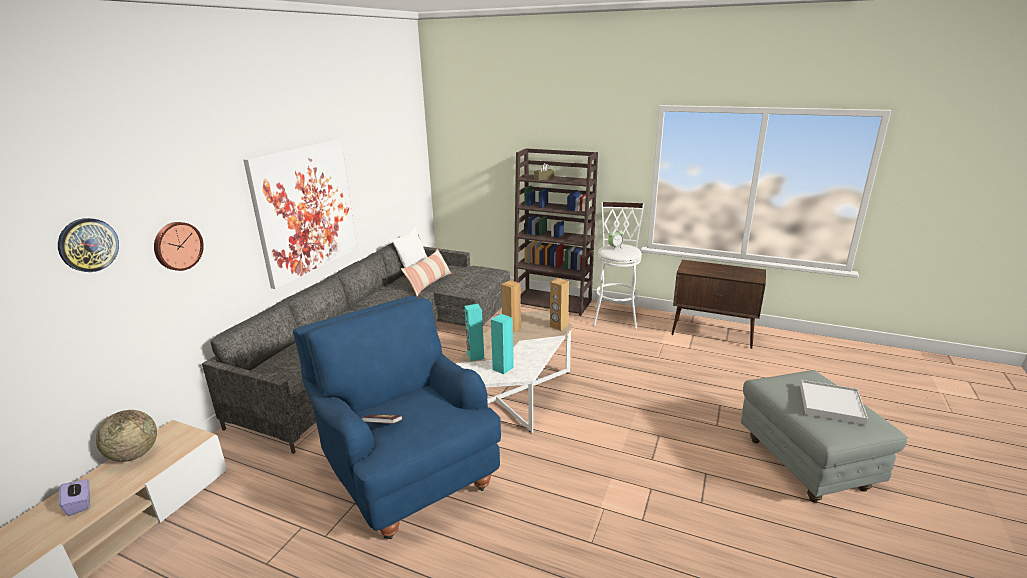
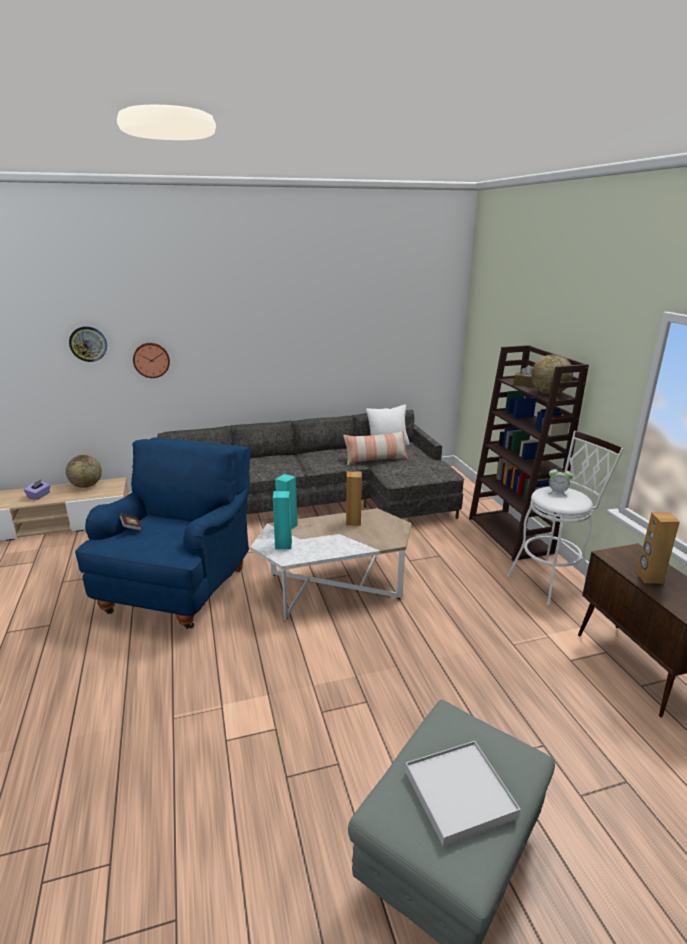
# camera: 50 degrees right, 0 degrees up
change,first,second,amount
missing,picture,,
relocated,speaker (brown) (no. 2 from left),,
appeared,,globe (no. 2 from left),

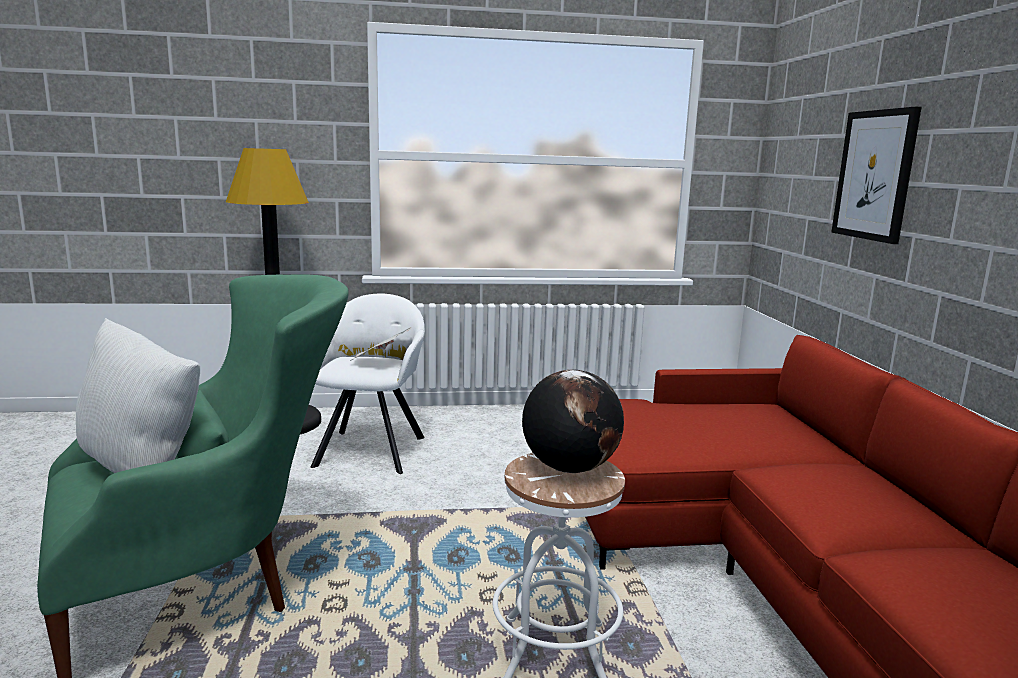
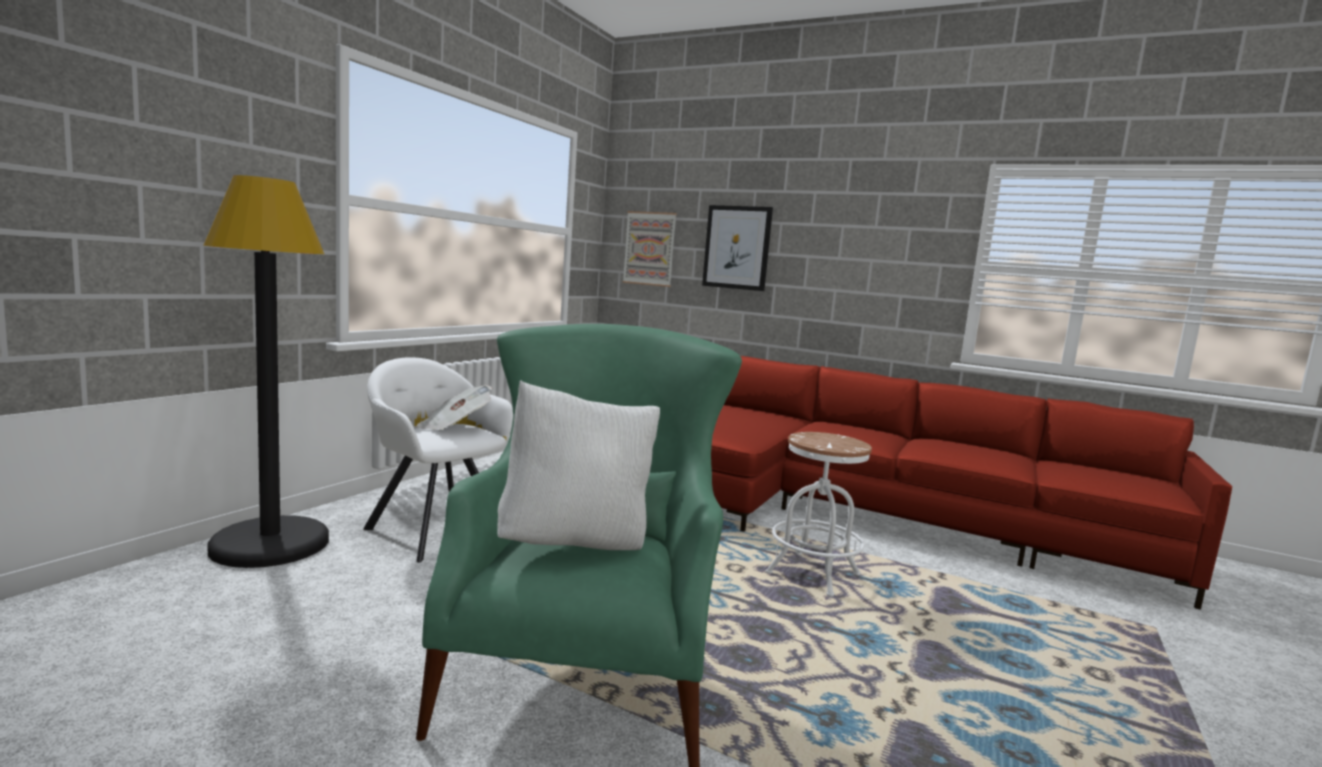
# camera: 55 degrees left, 5 degrees down
change,first,second,amount
missing,globe,,
appeared,,picture (no. 1 from left),

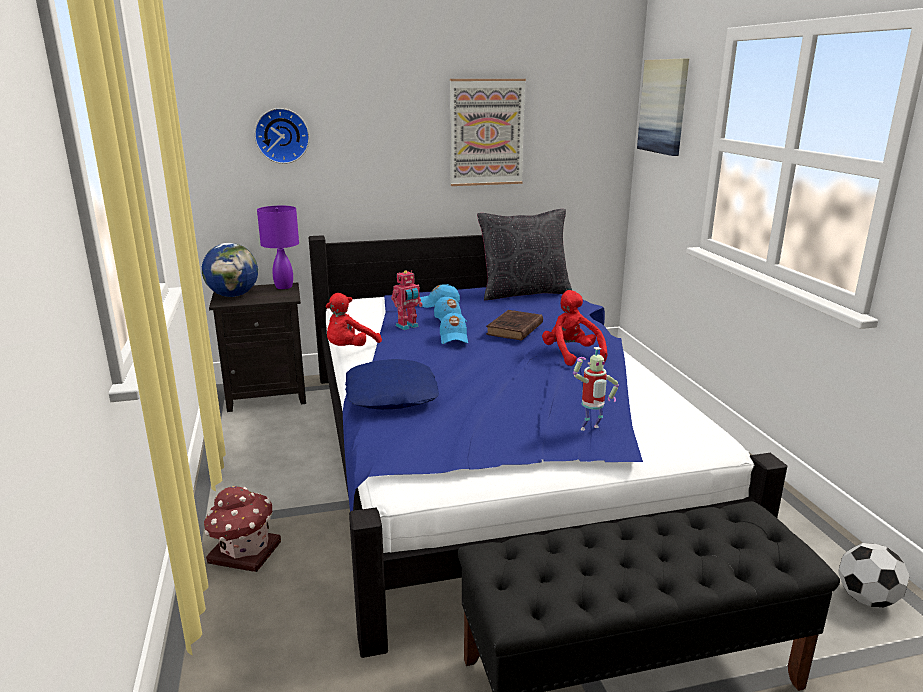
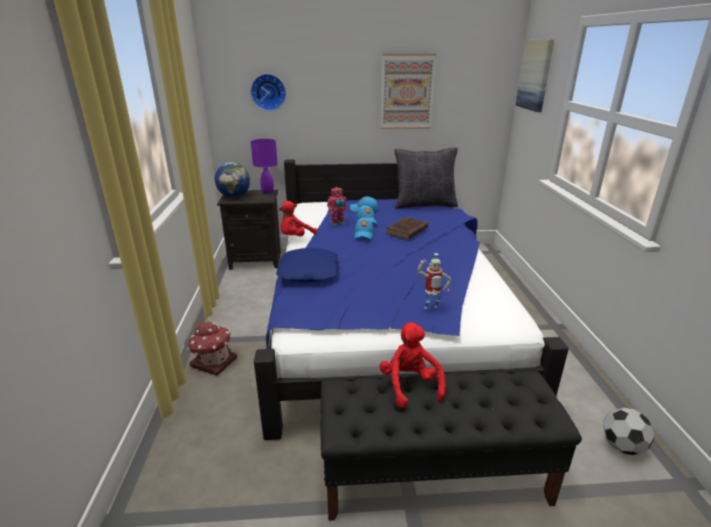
# camera: 10 degrees right, 5 degrees up
change,first,second,amount
relocated,plush toy (red) (no. 2 from left),,

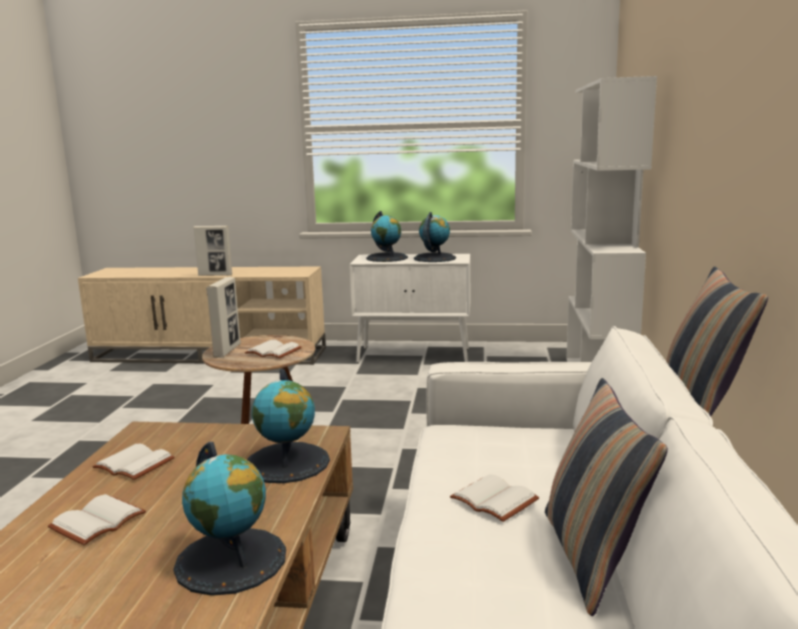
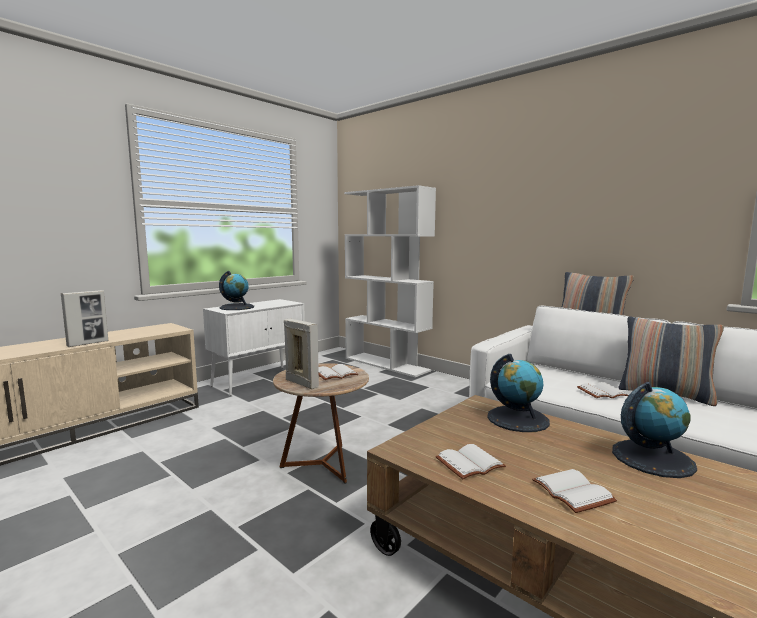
# camera: 55 degrees left, 5 degrees down
change,first,second,amount
missing,globe (no. 4 from left),,

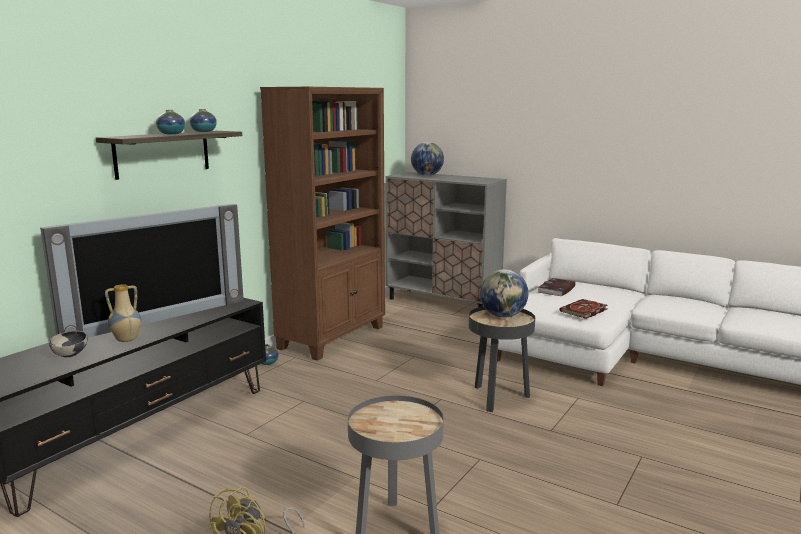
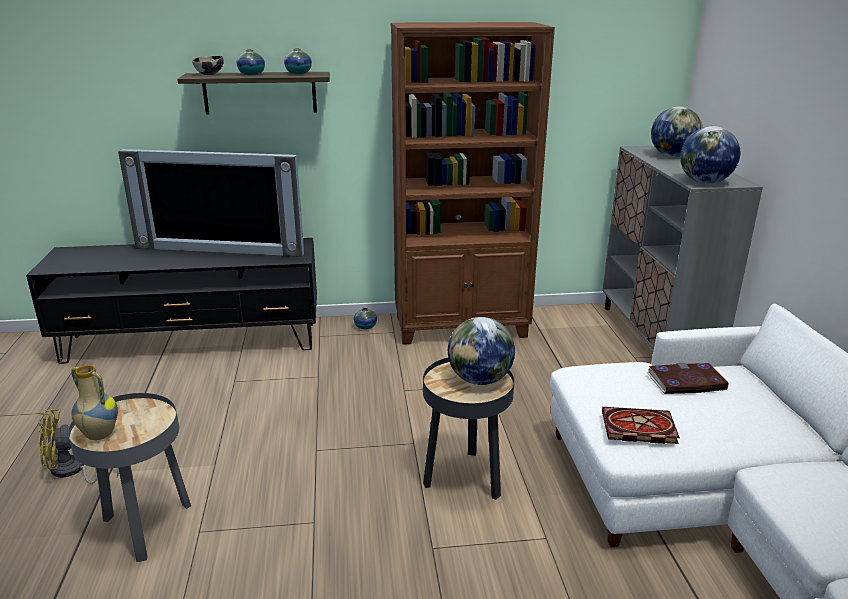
# camera: 50 degrees right, 10 degrees up
change,first,second,amount
relocated,vase (no. 1 from left),,
relocated,bowl,,
appeared,,globe (no. 3 from left),

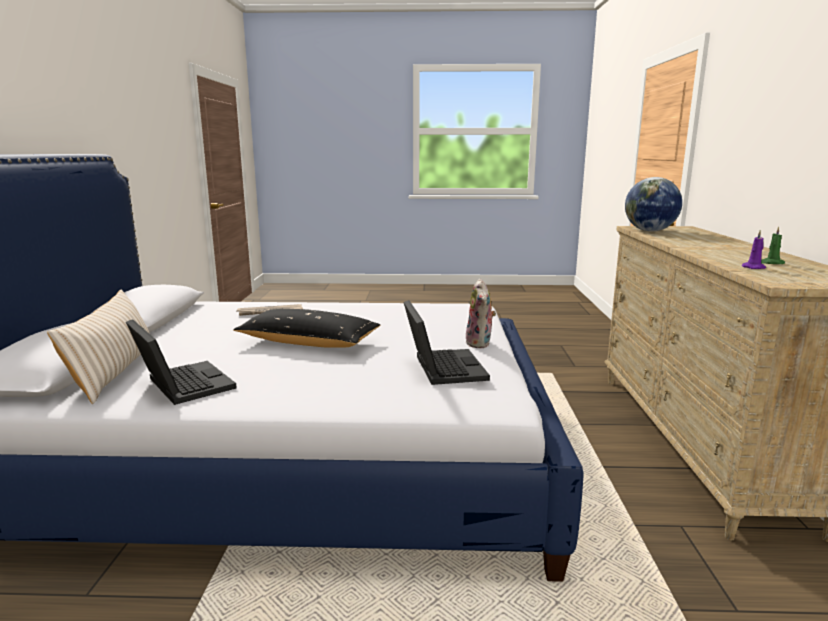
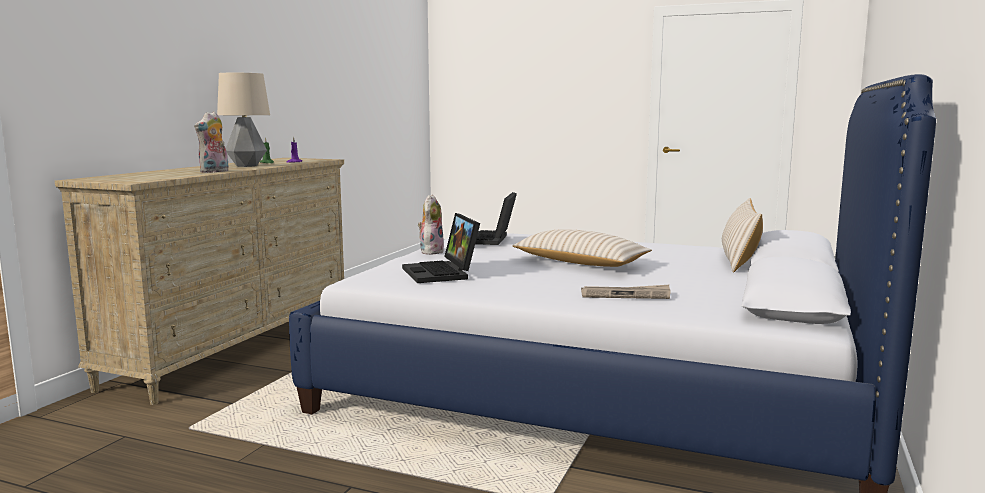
# camera: 160 degrees left, 5 degrees down
change,first,second,amount
missing,globe,,
colour,pillow (black),pillow (beige) (no. 1 from left),
relocated,laptop (no. 1 from left),,
appeared,,table lamp,
appeared,,plush toy (no. 1 from left),

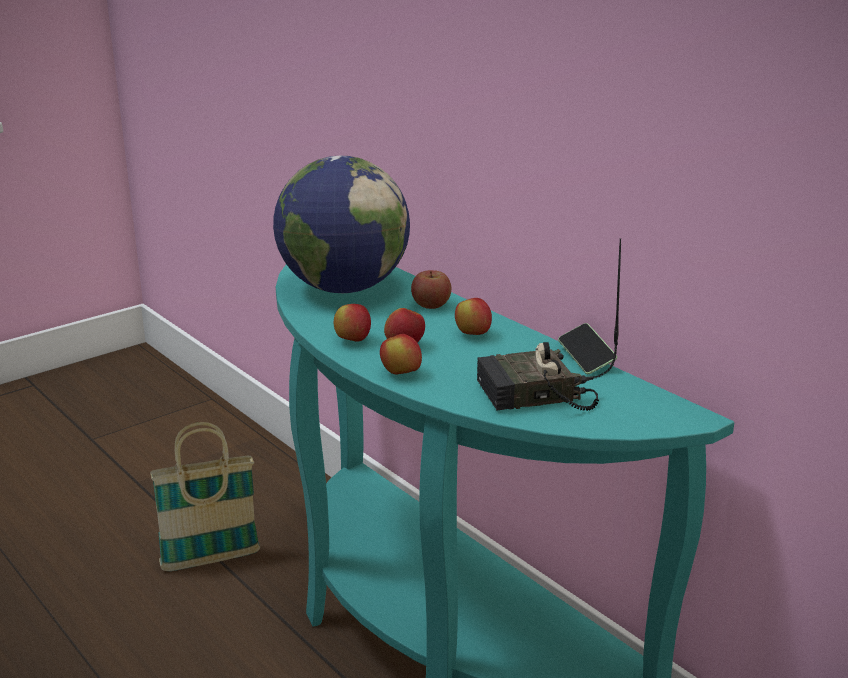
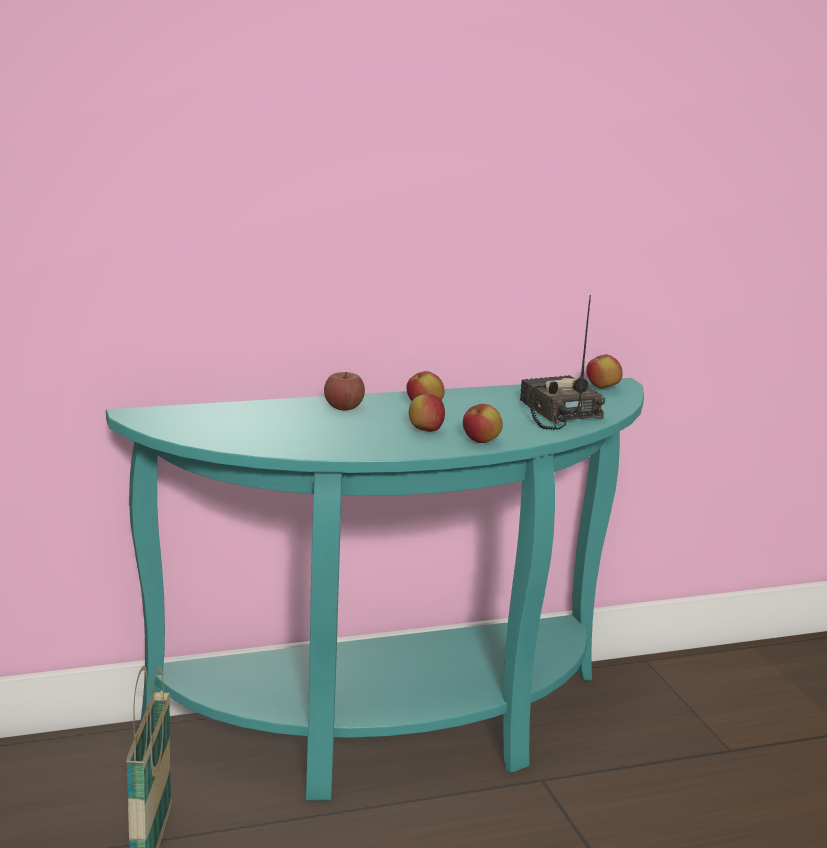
# camera: 70 degrees left, 5 degrees down
change,first,second,amount
missing,globe,,
spun,radio,,150 degrees clockwise
relocated,apple (no. 1 from left in the first image),apple (no. 5 from left),
missing,phone,,

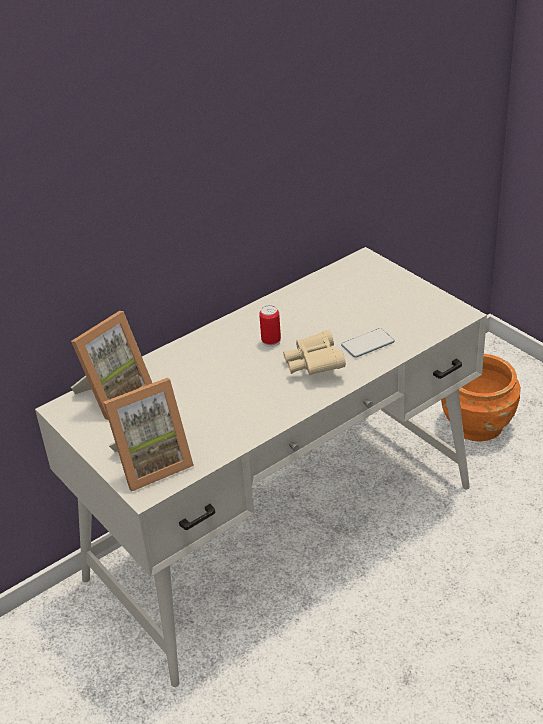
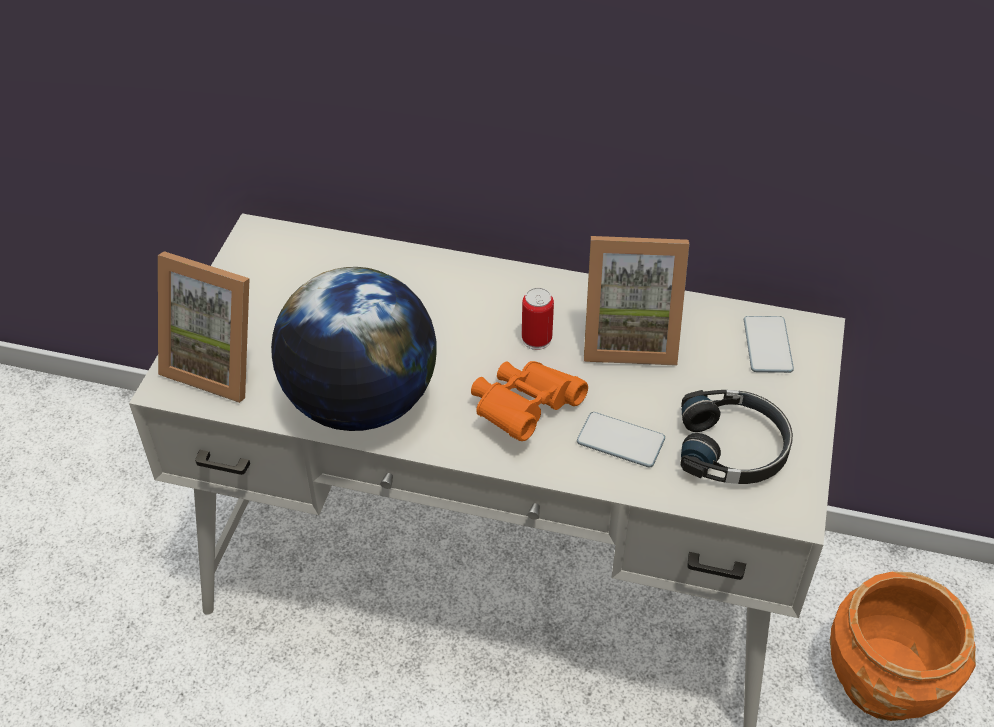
# camera: 50 degrees right, 10 degrees up
change,first,second,amount
relocated,picture frame (no. 1 from left in the first image),picture frame (no. 2 from left),
colour,binoculars (beige),binoculars (orange),
appeared,,globe,
appeared,,phone (no. 2 from left),
appeared,,headphones (black),

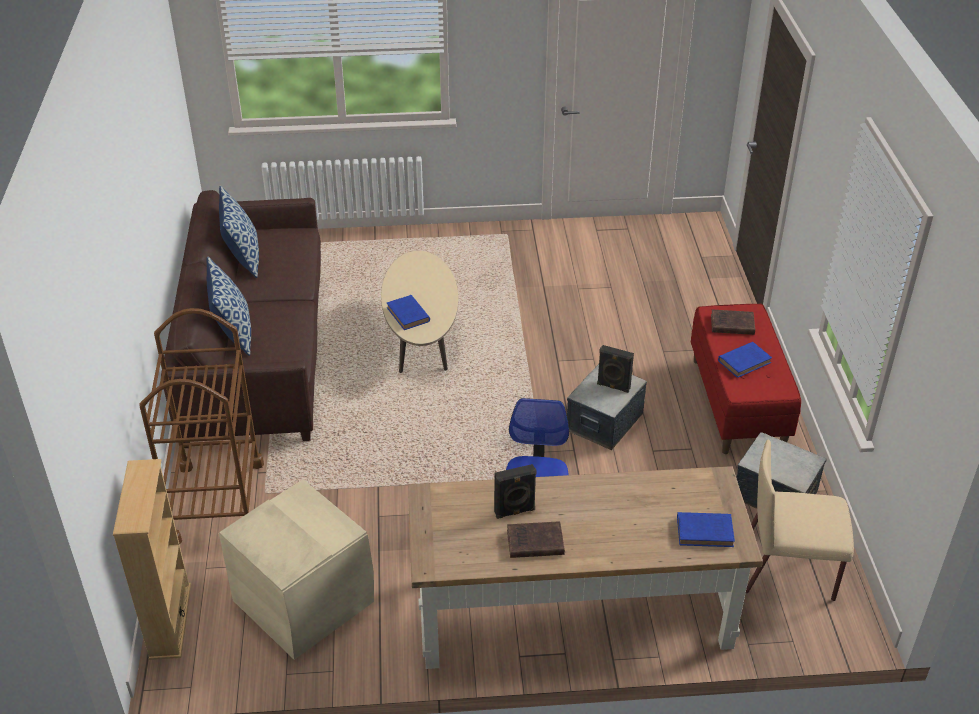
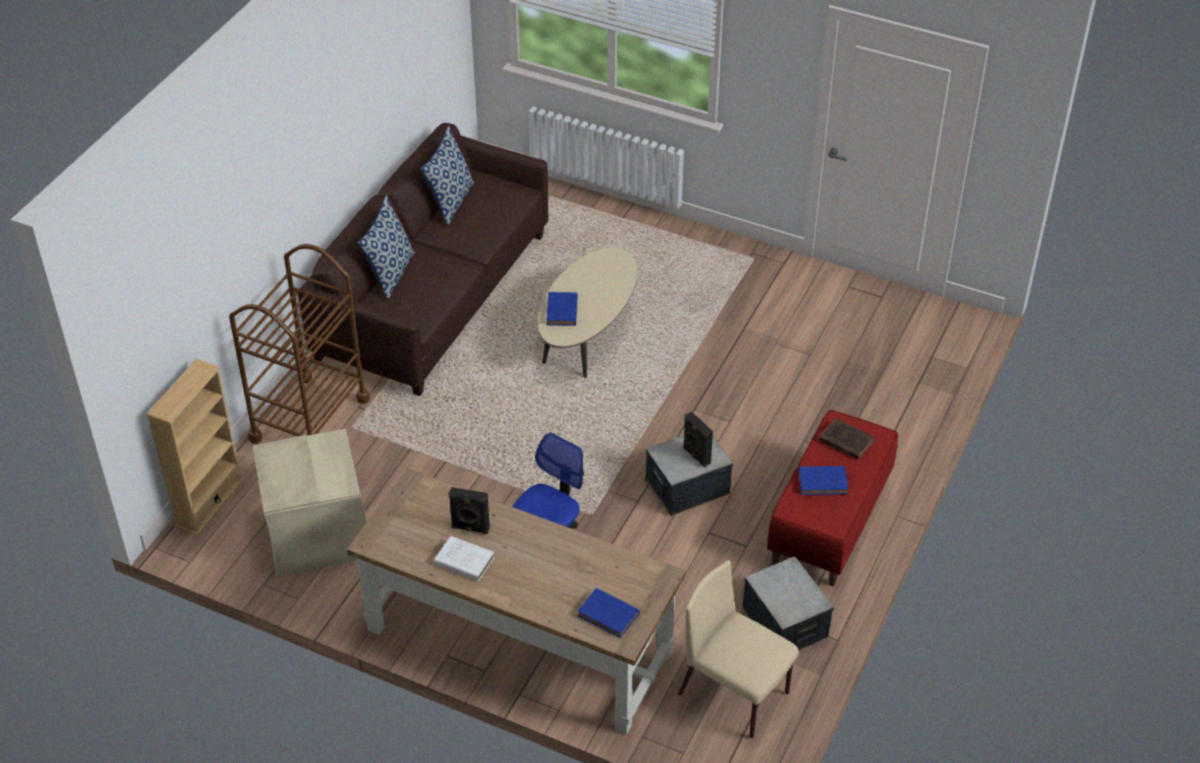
# camera: 30 degrees right, 5 degrees up
change,first,second,amount
colour,book (brown) (no. 1 from left),book (white),

